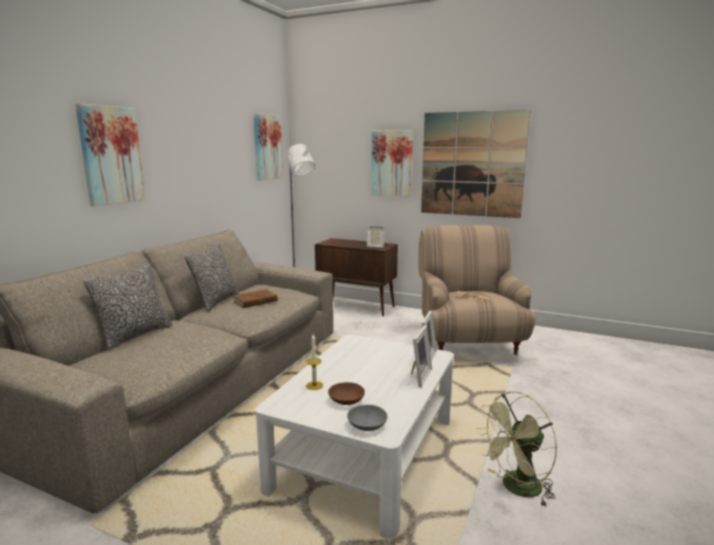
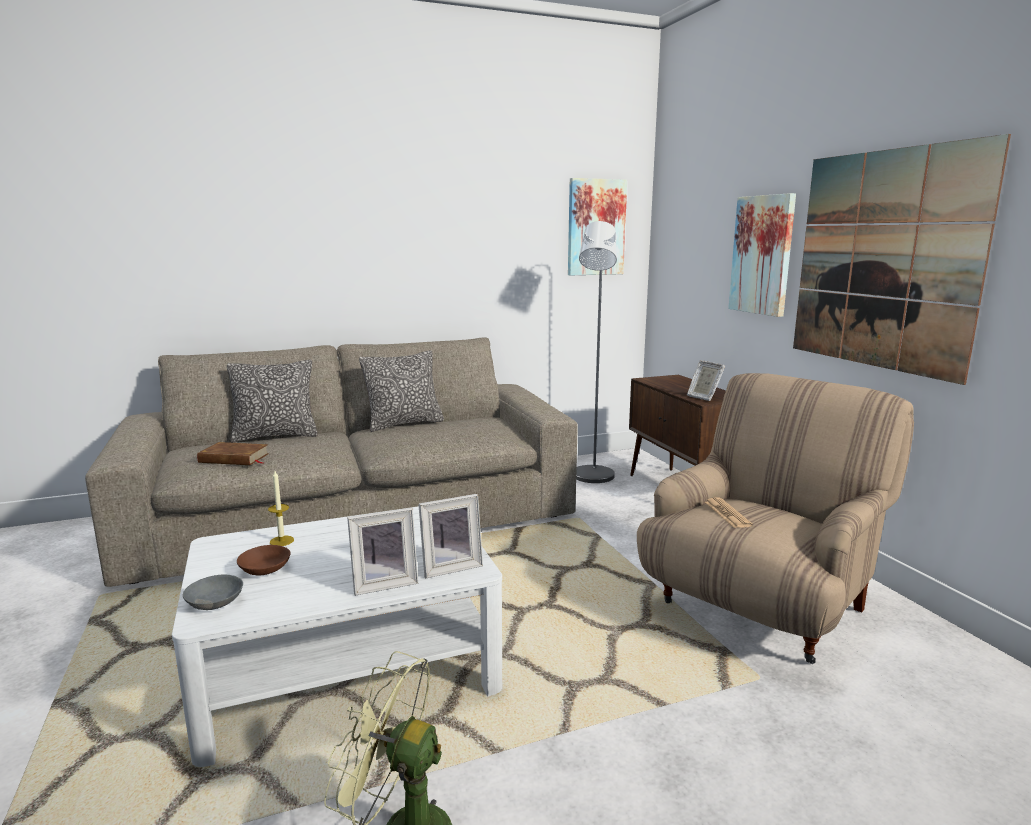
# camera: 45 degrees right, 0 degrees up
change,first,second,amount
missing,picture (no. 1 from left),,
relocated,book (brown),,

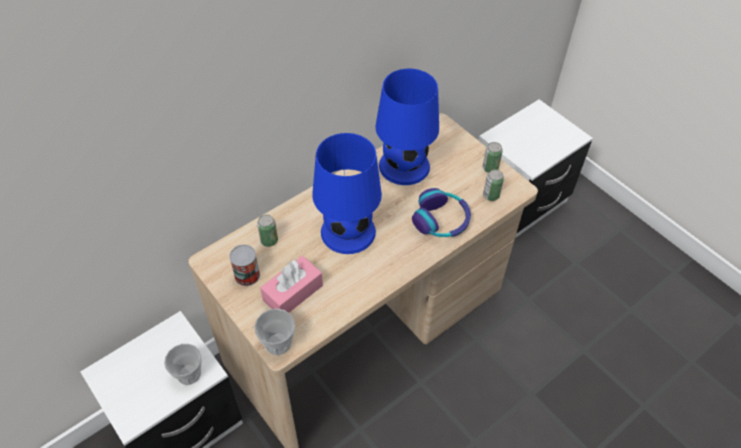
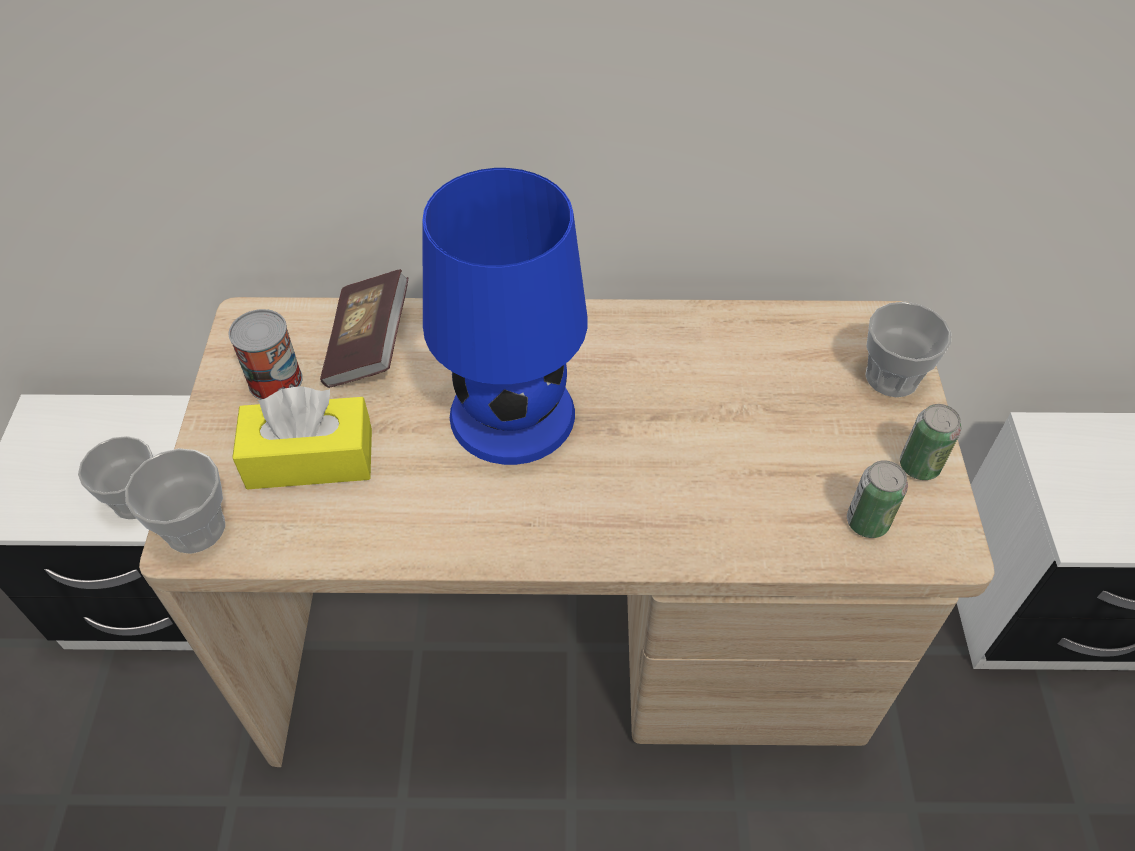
# camera: 40 degrees right, 0 degrees up
change,first,second,amount
missing,table lamp (blue) (no. 2 from left),,
missing,headphones,,
exchanged,can (no. 2 from left),book,
colour,tissue box (pink),tissue box (yellow),
appeared,,cup (no. 3 from left),

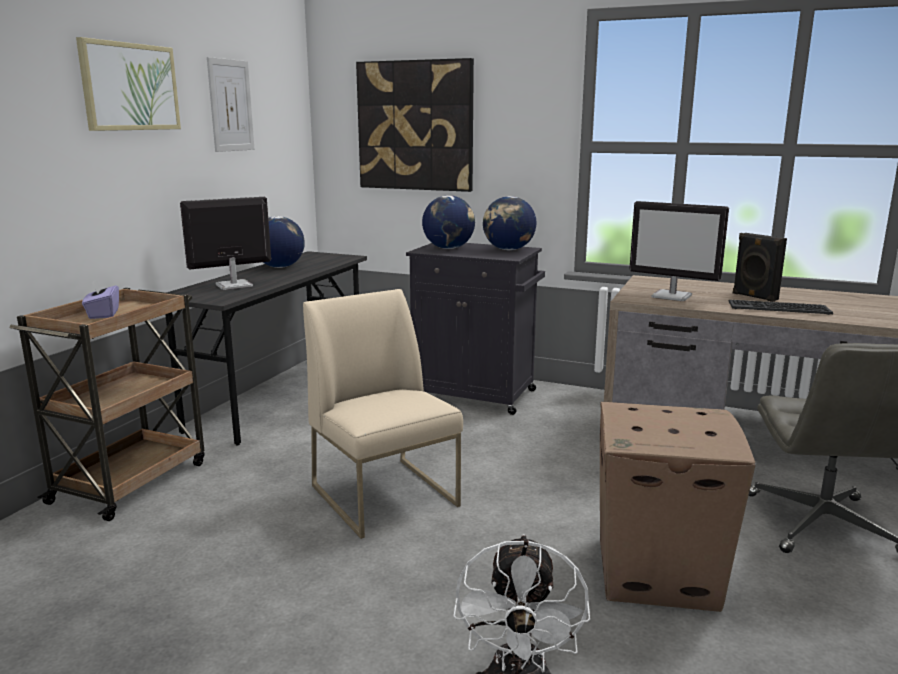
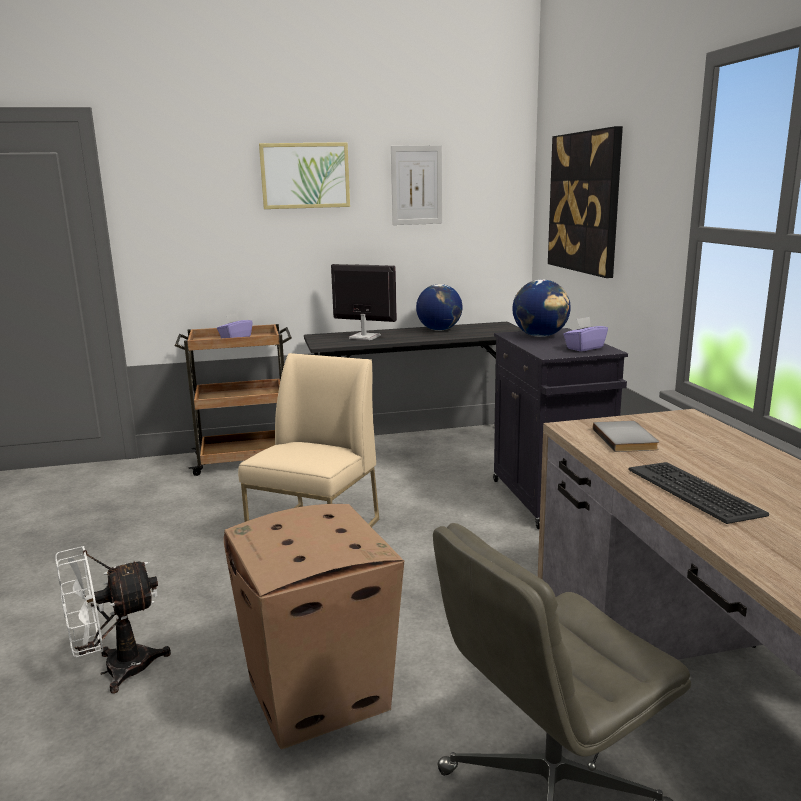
# camera: 55 degrees right, 0 degrees up
change,first,second,amount
exchanged,globe (no. 3 from left),tissue box (purple) (no. 2 from left),
exchanged,monitor (no. 2 from left),book (grey),
missing,speaker (black),,

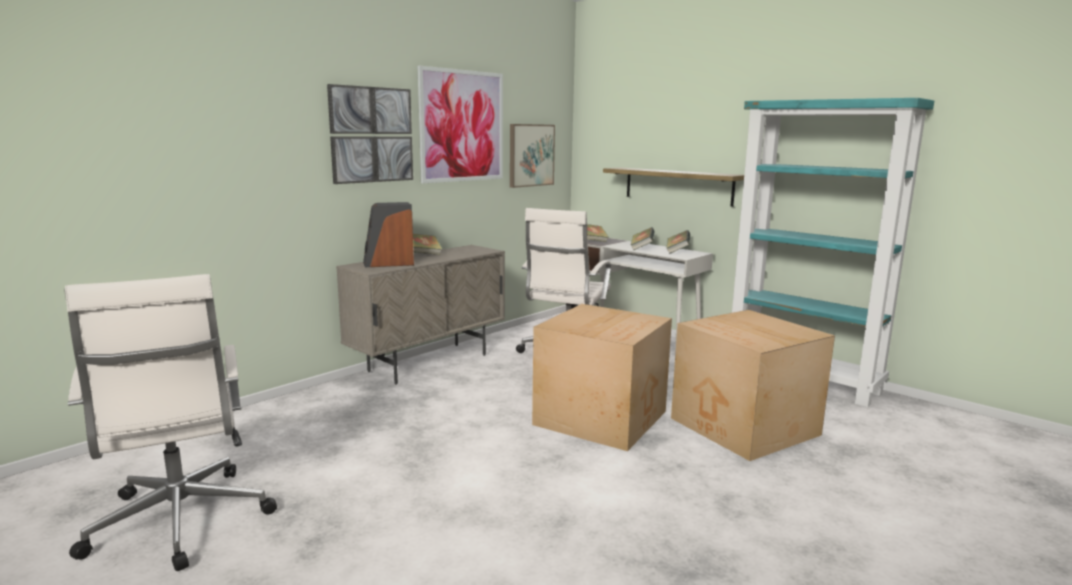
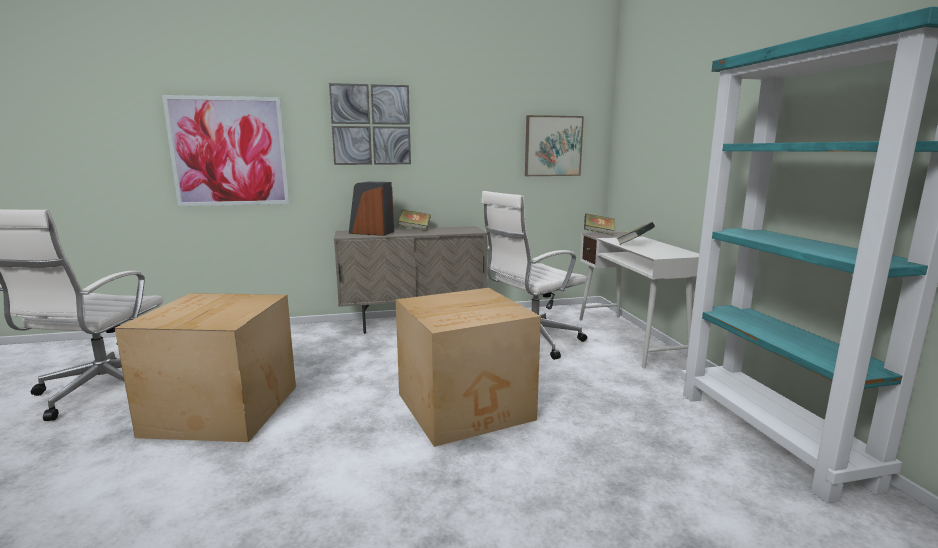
# camera: 35 degrees right, 0 degrees up
change,first,second,amount
relocated,picture (no. 2 from left in the first image),picture (no. 1 from left),
missing,shelf,,
missing,book (no. 4 from left),,
relocated,cardboard box (no. 2 from left in the first image),cardboard box (no. 1 from left),

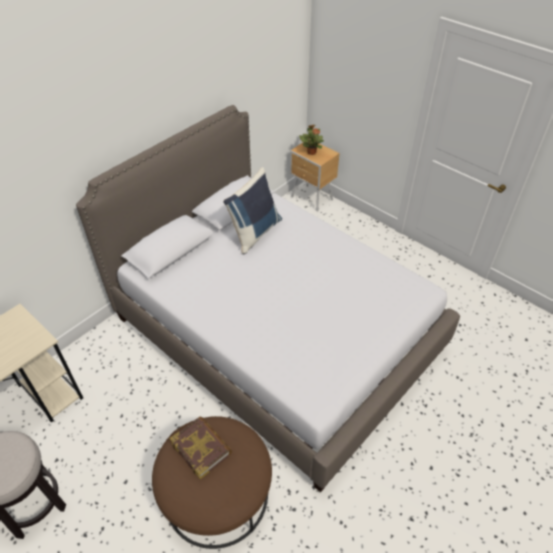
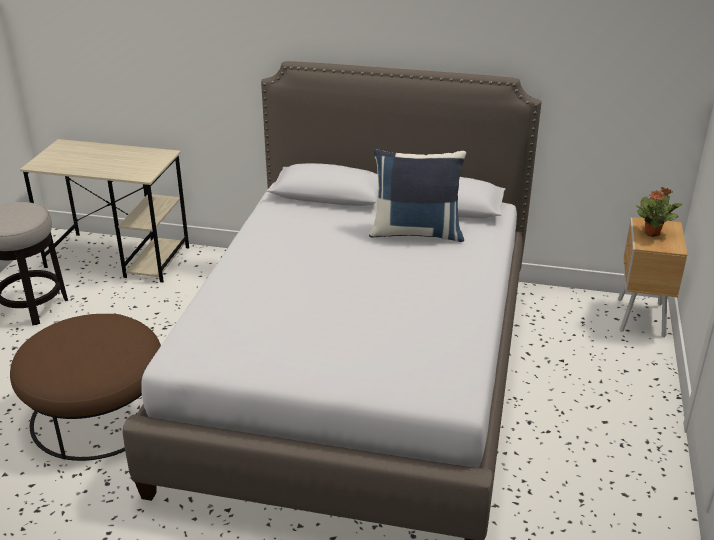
# camera: 60 degrees right, 15 degrees down
change,first,second,amount
missing,book,,

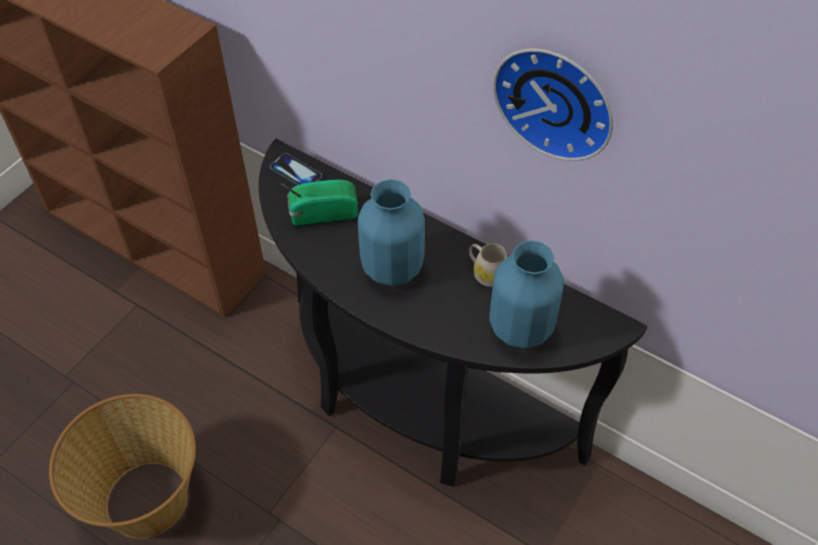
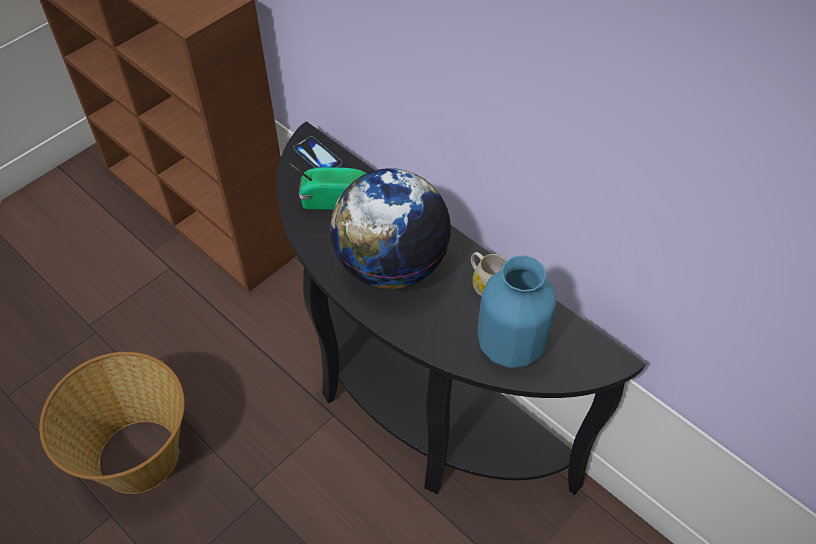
# camera: 10 degrees right, 0 degrees up
change,first,second,amount
missing,wall clock,,
exchanged,vase (blue) (no. 1 from left),globe,

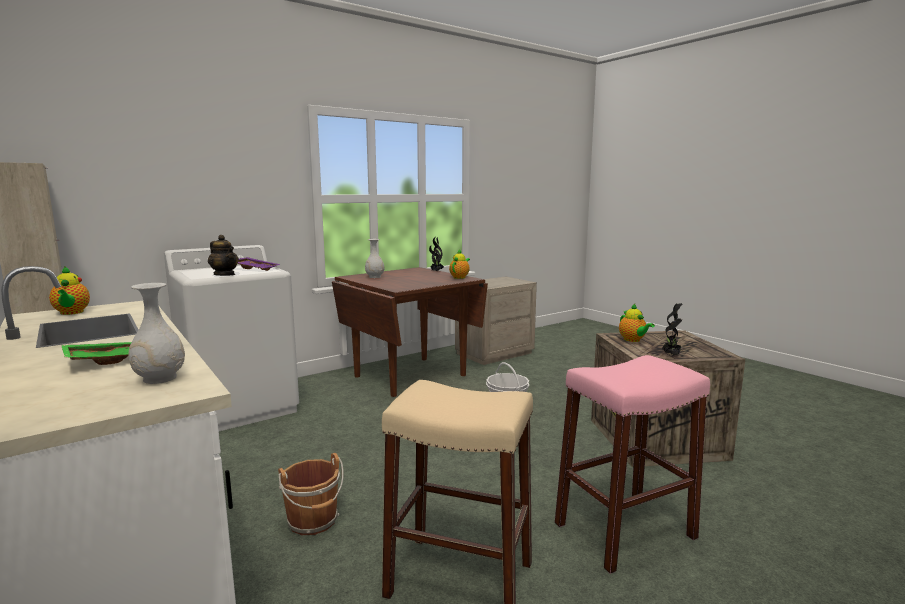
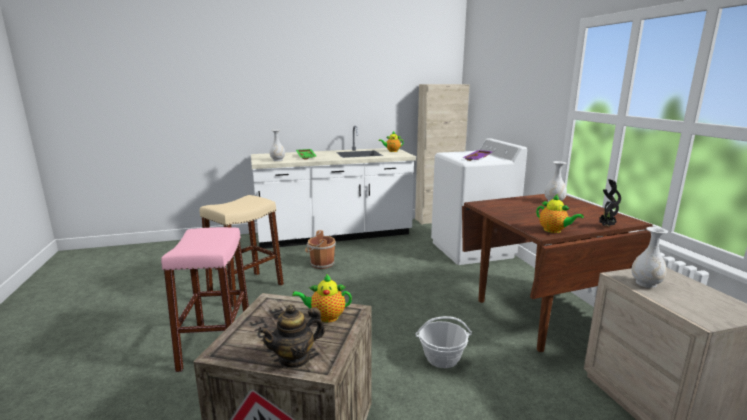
# camera: 110 degrees right, 5 degrees up
change,first,second,amount
relocated,teapot (no. 2 from left in the first image),teapot (no. 1 from left),
missing,potted plant (no. 2 from left),,
appeared,,vase (white) (no. 3 from left),

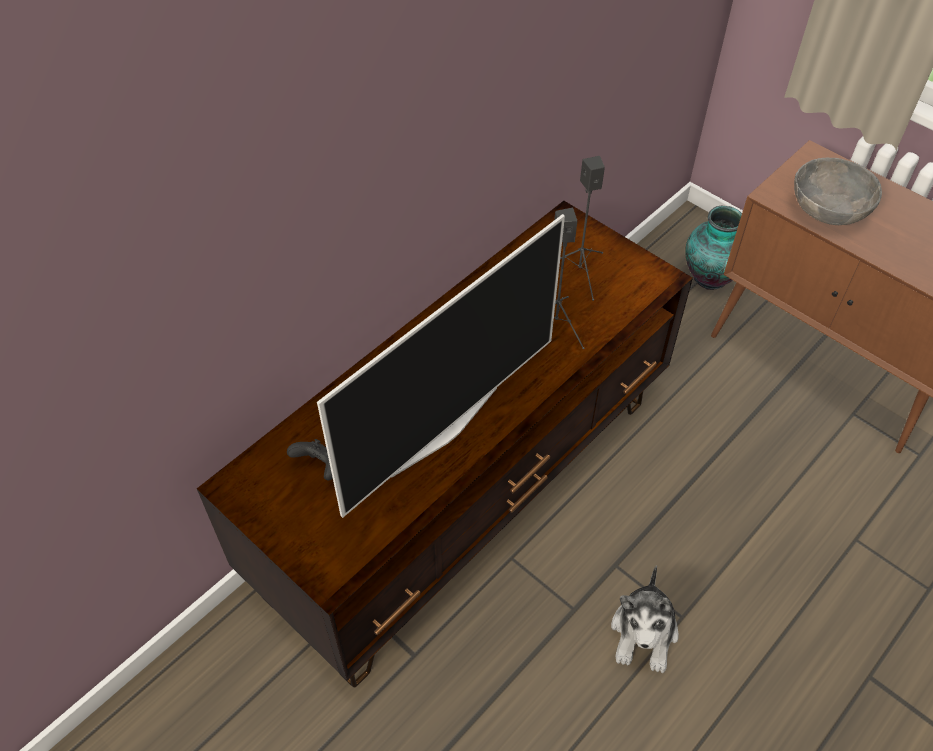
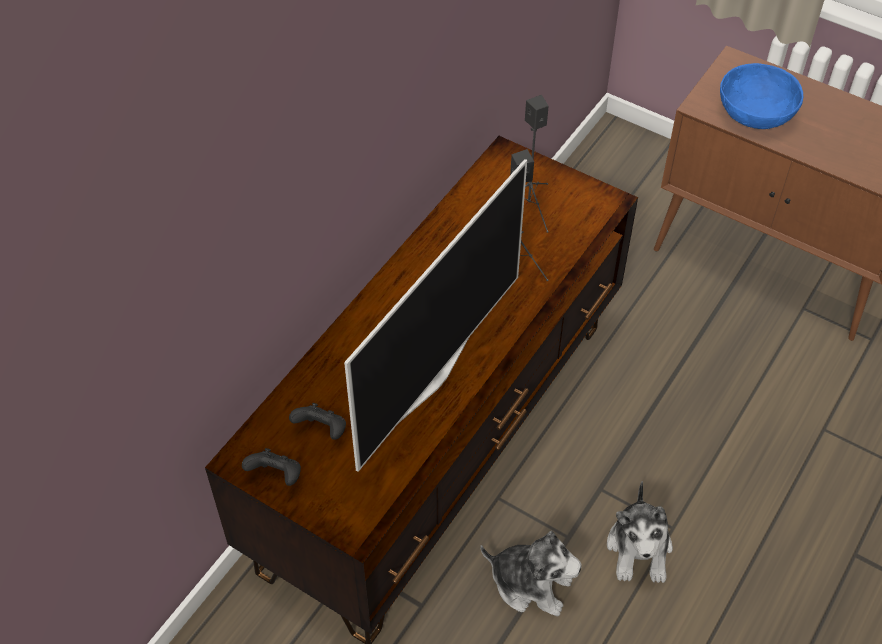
# camera: 10 degrees left, 0 degrees up
change,first,second,amount
colour,bowl (grey),bowl (blue),
missing,vase,,
appeared,,game controller (black) (no. 1 from left),
appeared,,plush toy (no. 1 from left),

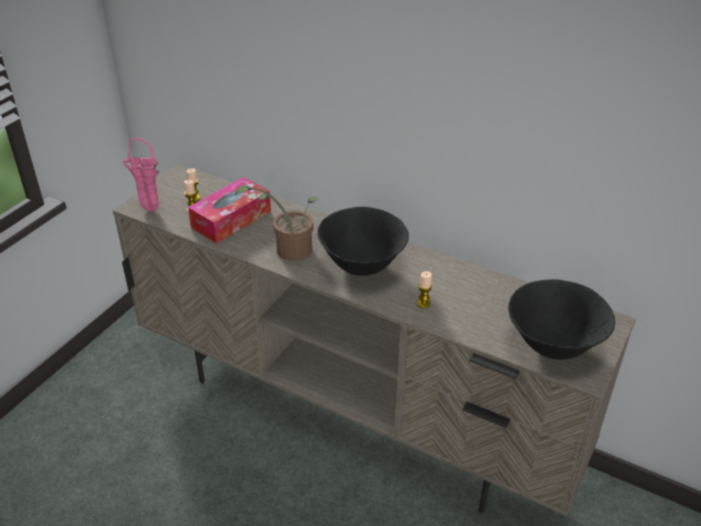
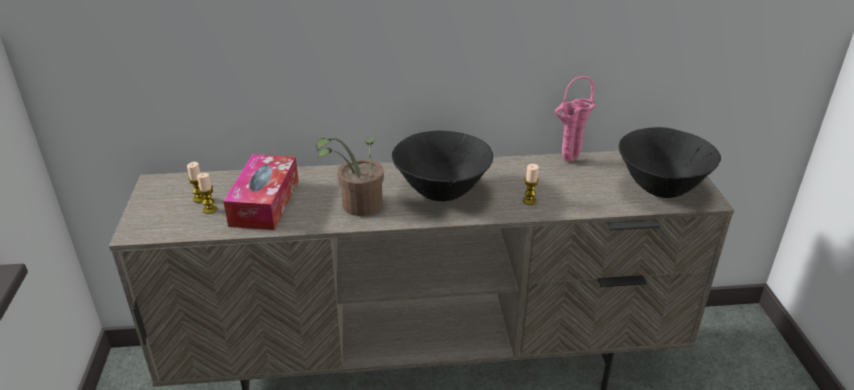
# camera: 35 degrees left, 5 degrees down
change,first,second,amount
relocated,vase (pink),,

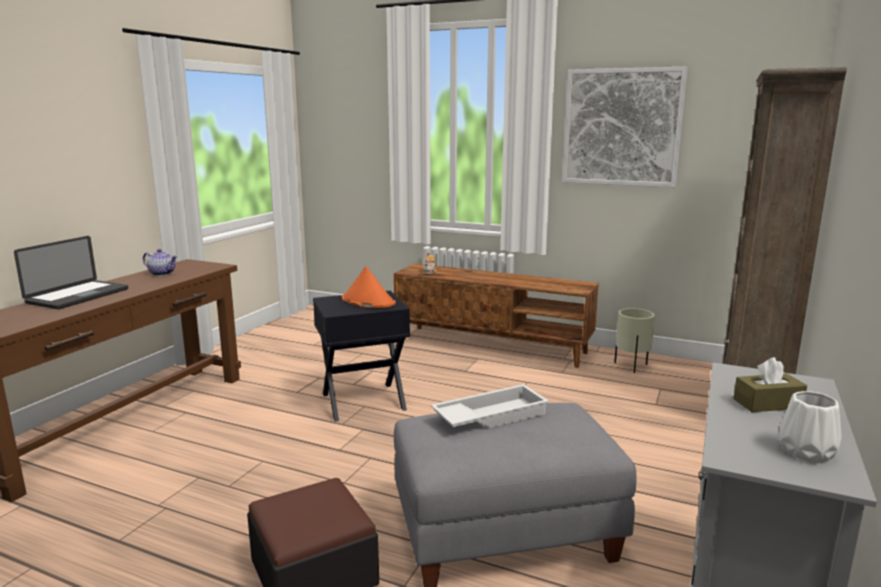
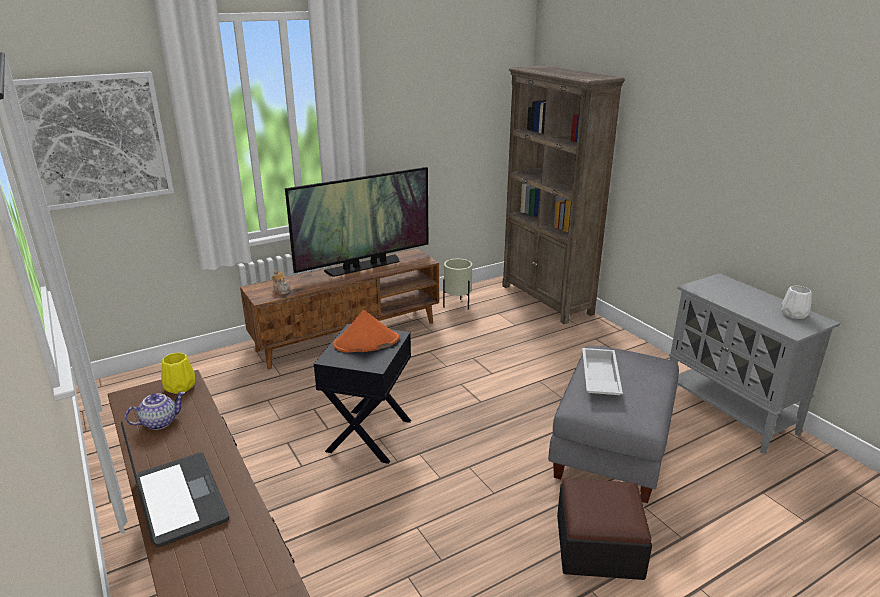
# camera: 55 degrees left, 10 degrees up
change,first,second,amount
relocated,picture,,
missing,tissue box (brown),,
appeared,,television,
appeared,,vase (yellow),

